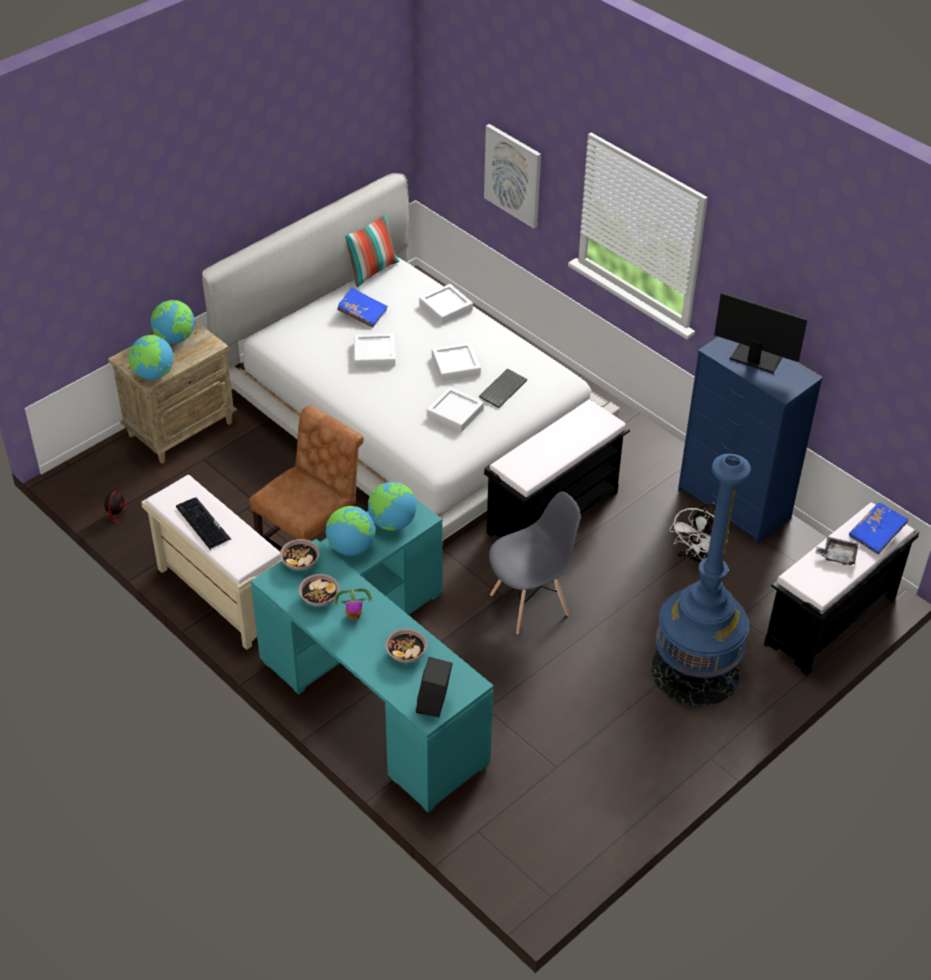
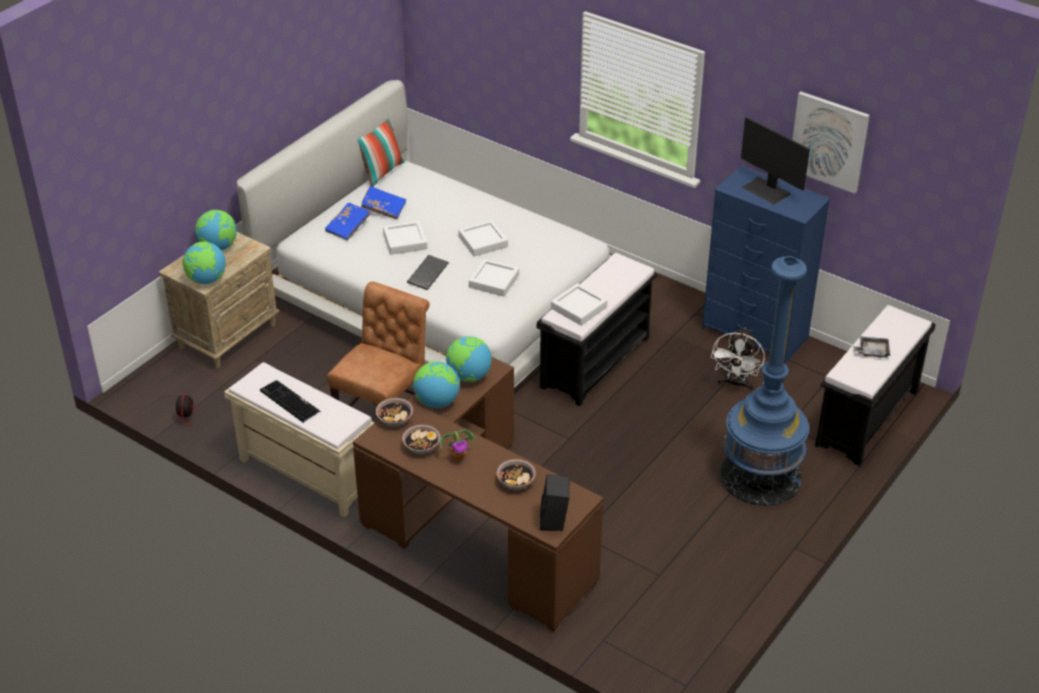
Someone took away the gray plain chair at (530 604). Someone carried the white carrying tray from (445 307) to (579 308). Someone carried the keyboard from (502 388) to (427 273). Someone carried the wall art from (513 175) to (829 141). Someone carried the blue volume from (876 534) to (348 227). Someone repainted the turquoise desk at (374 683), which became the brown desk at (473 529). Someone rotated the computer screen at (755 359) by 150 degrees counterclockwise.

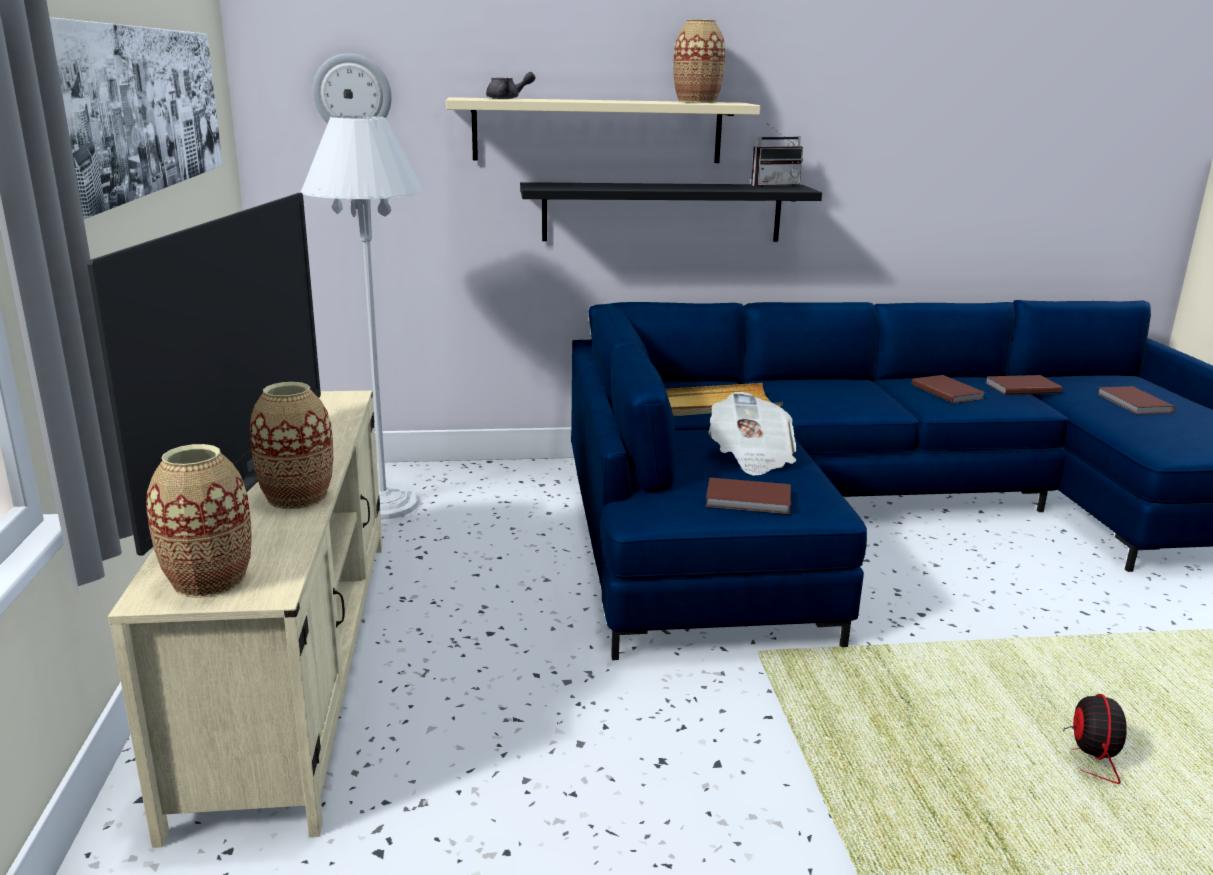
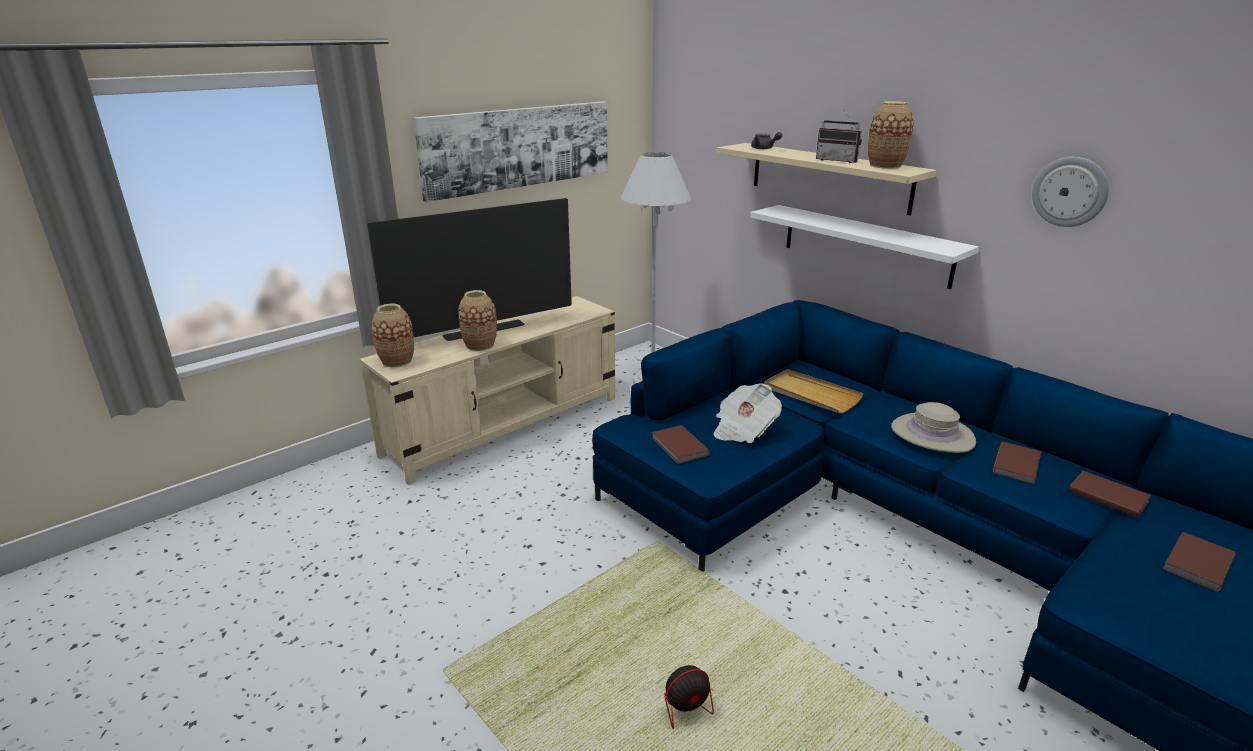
Someone put down the beige wearable hat at (932 434). Someone carried the clock on the wall from (352 94) to (1070 192). Someone carried the radio from (772 185) to (838 160). Someone repainted the blackish wall shelf at (662 212), which became the white wall shelf at (865 245).

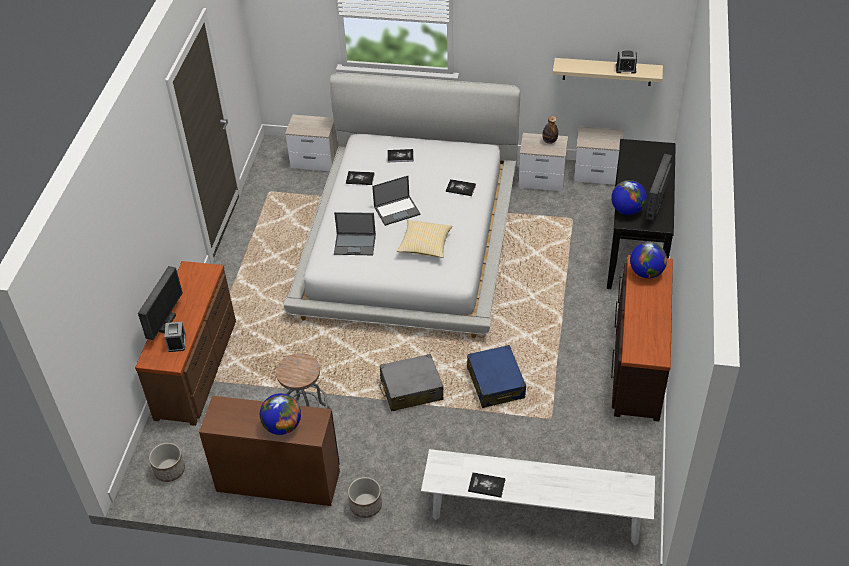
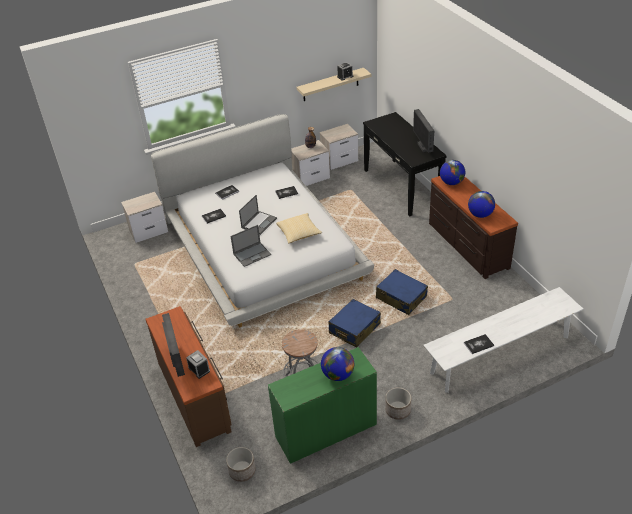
Someone carried the globe from (627 210) to (480 214). Someone repainted the brown desk at (278 479), which became the green-coloured desk at (325 430). Someone repainted the gray suitcase at (411 389), which became the blue suitcase at (354 329).

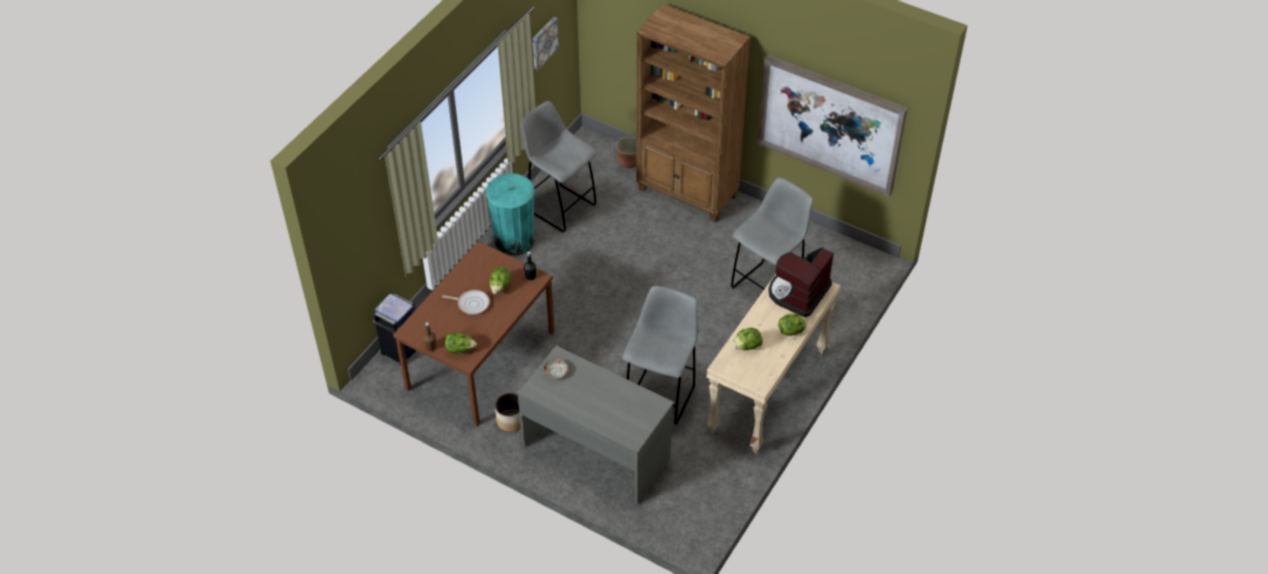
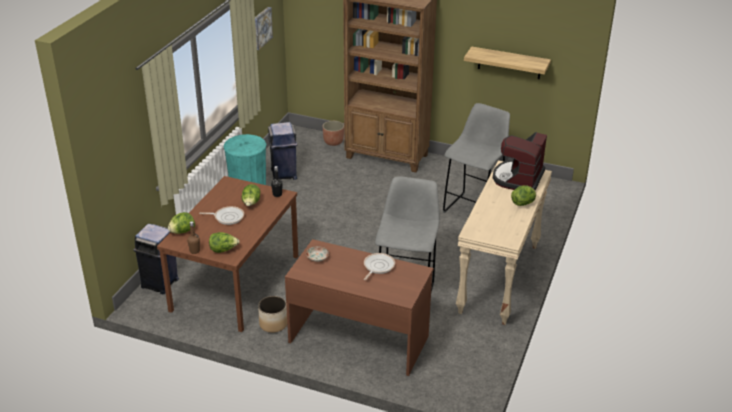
Someone put down the skillet at (378 266). Someone carried the lettuce from (747 346) to (182 232). Someone swapped the gray stool seat at (560 208) for the blue rubbish bin at (284 174). Someone swapped the wall art at (831 124) for the wall shelf at (509 63). Someone repainted the gray desk at (597 450), which became the brown desk at (359 338).

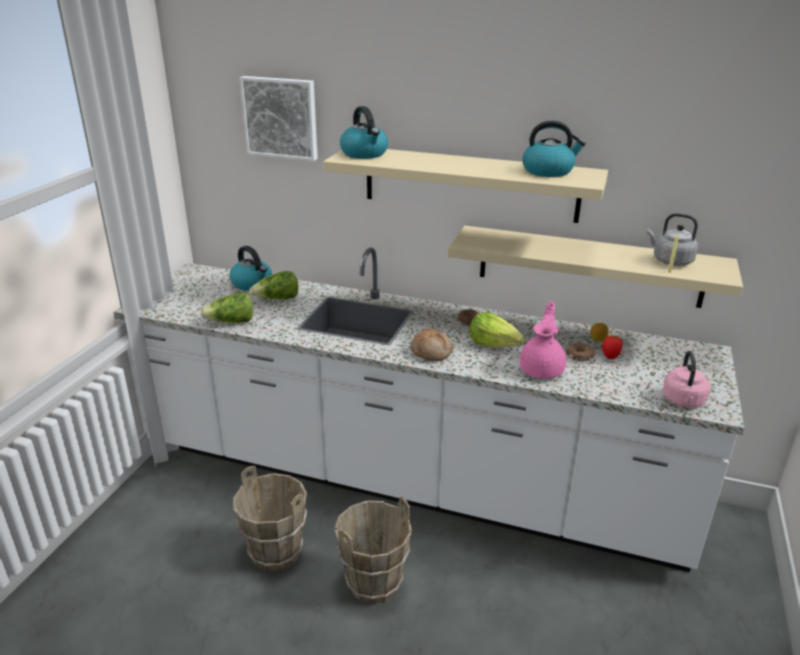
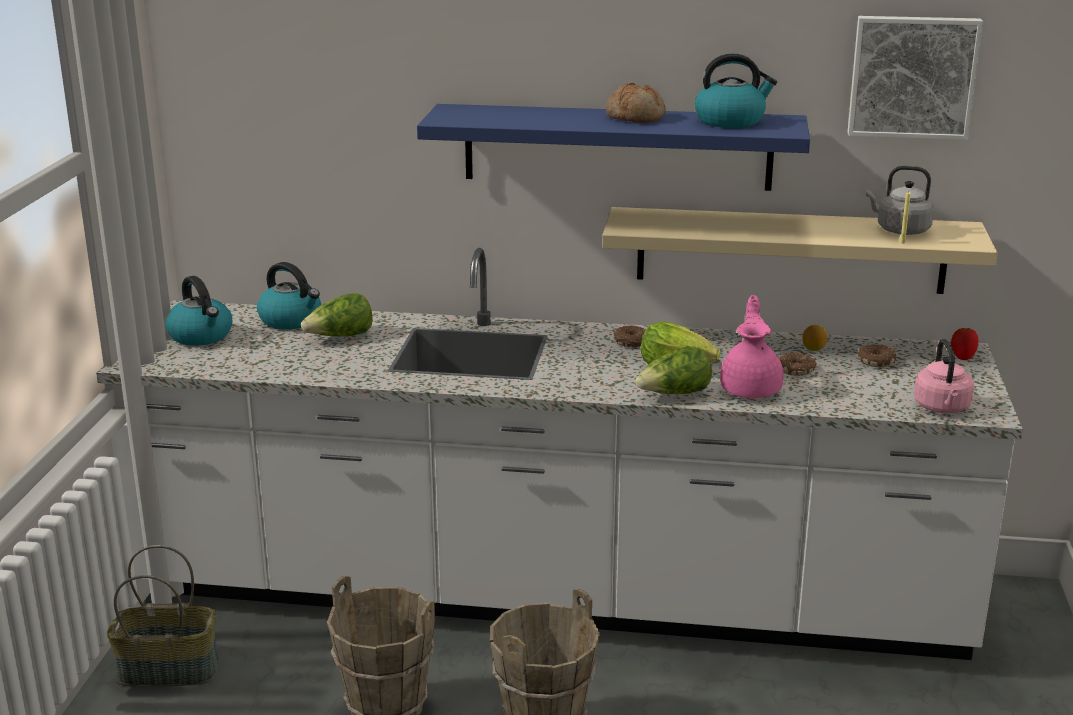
Someone put down the basket at (169 669). Someone put down the donut at (875 361). Someone carried the lettuce from (231 322) to (674 394). Someone carried the wall art from (281 117) to (912 76). Someone carried the tea kettle from (365 154) to (201 336). Someone carried the bread from (431 352) to (636 117). Someone carried the fresh tomato from (610 356) to (962 357). Someone repainted the beige wall shelf at (470 183), which became the blue wall shelf at (617 147).

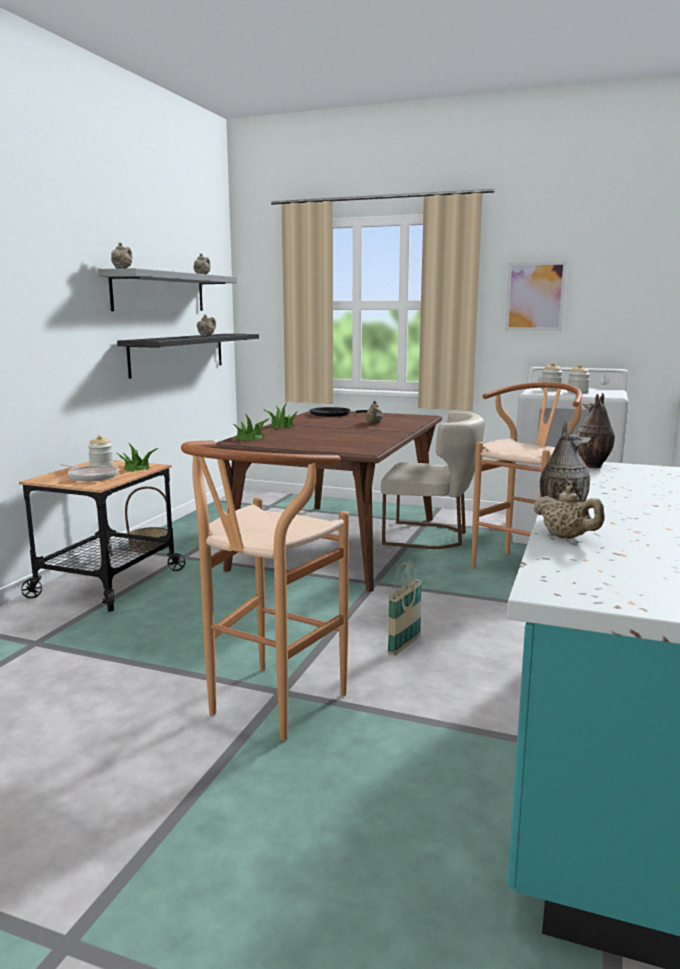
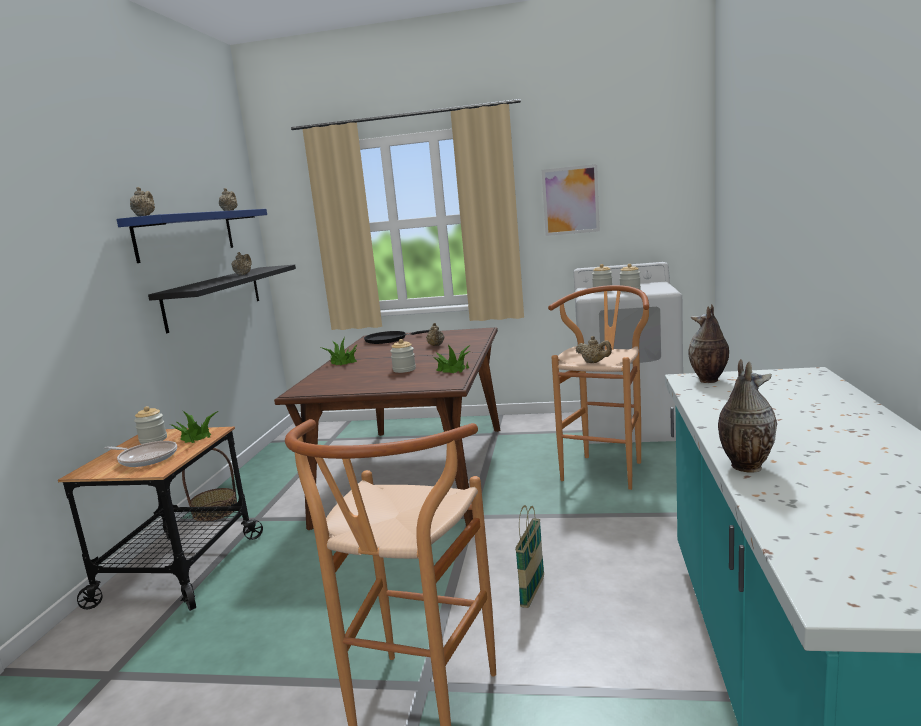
Someone took away the beige plain chair at (430 536). Someone put down the storage jar at (404 370). Someone carried the plant in a pot from (250 438) to (453 369). Someone carried the beige tea pot from (566 537) to (594 362). Someone repainted the gray wall shelf at (159 292), which became the blue wall shelf at (186 234).

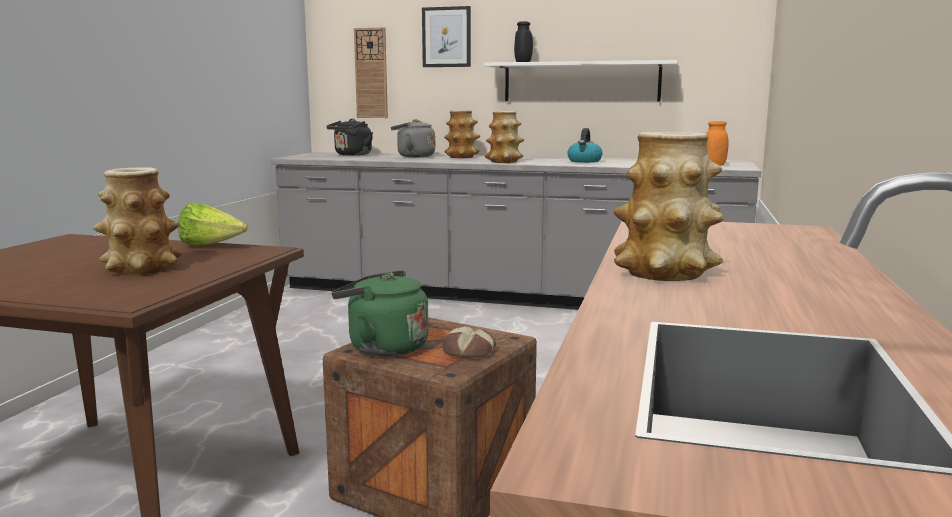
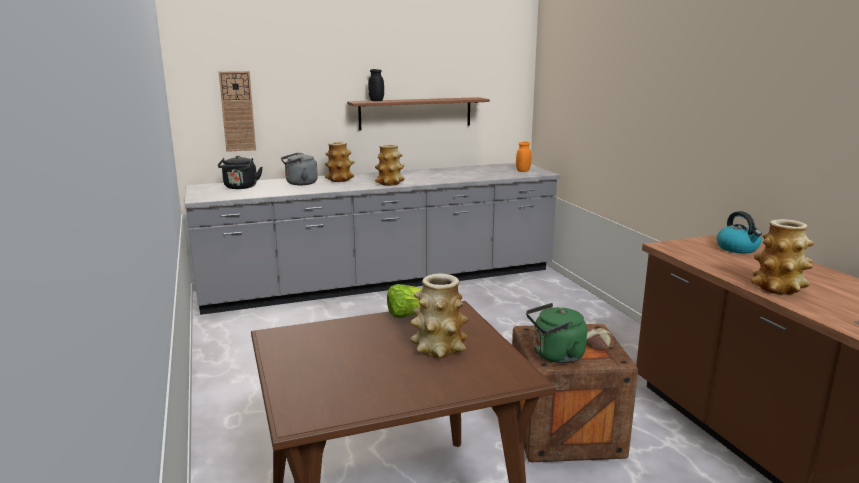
Someone took away the wall art at (446 37). Someone carried the tea kettle from (584 161) to (738 249). Someone repainted the white wall shelf at (581 82), which became the brown wall shelf at (415 113).

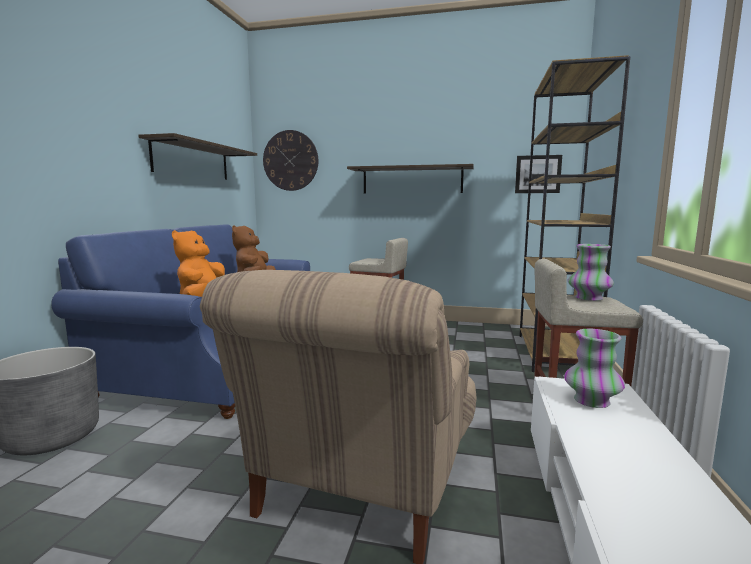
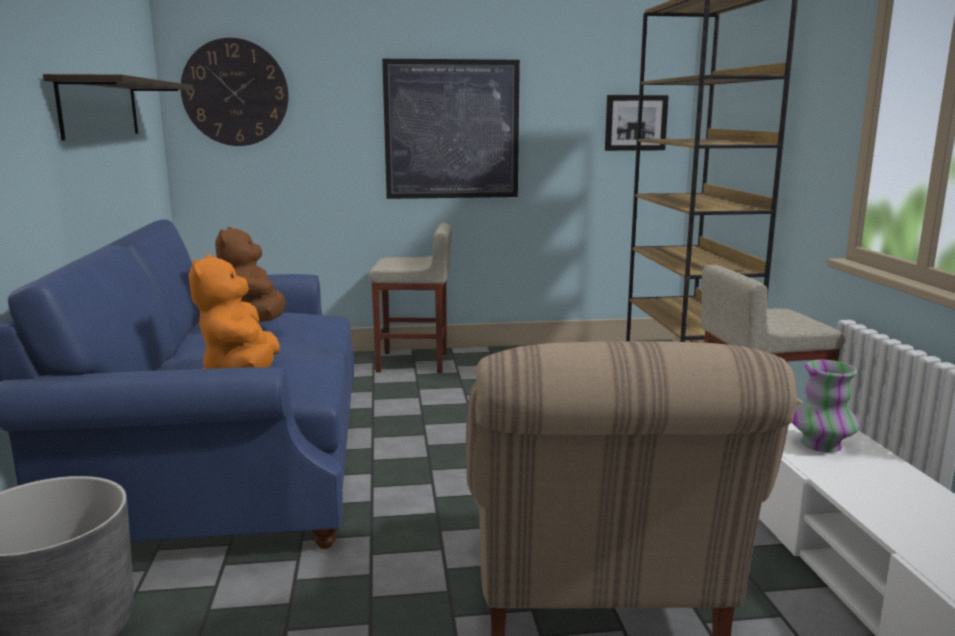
Someone took away the decorative vase at (588 298). Someone swapped the wall shelf at (412 180) for the wall art at (452 130).

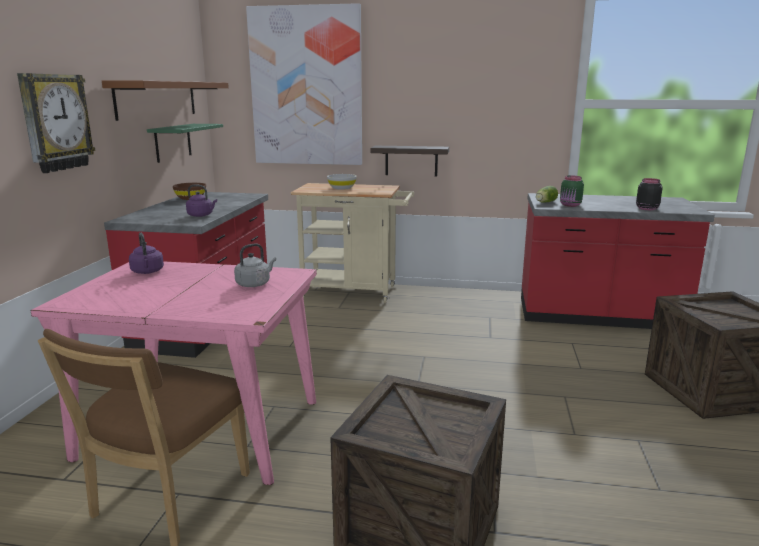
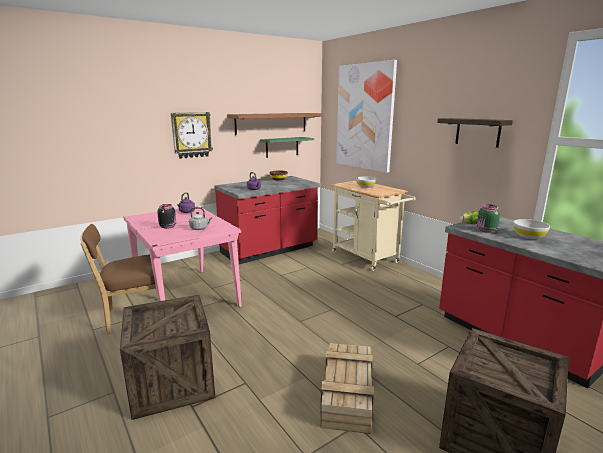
Someone put down the shipping crate at (347 395). Someone put down the white serving bowl at (529 236). Someone carried the wall shelf from (411 160) to (477 132). Someone carried the blackish storage jar from (646 208) to (168 226).

